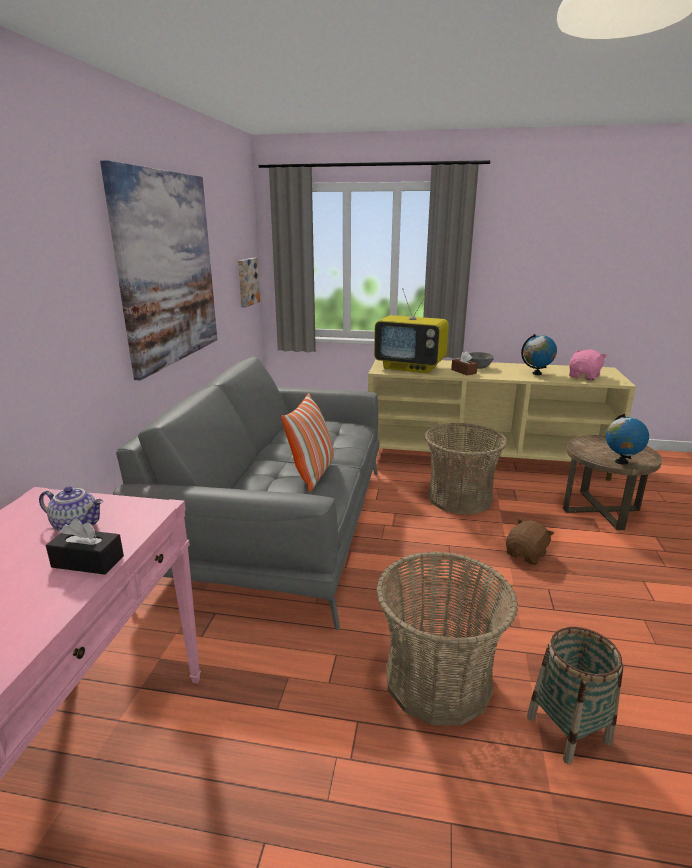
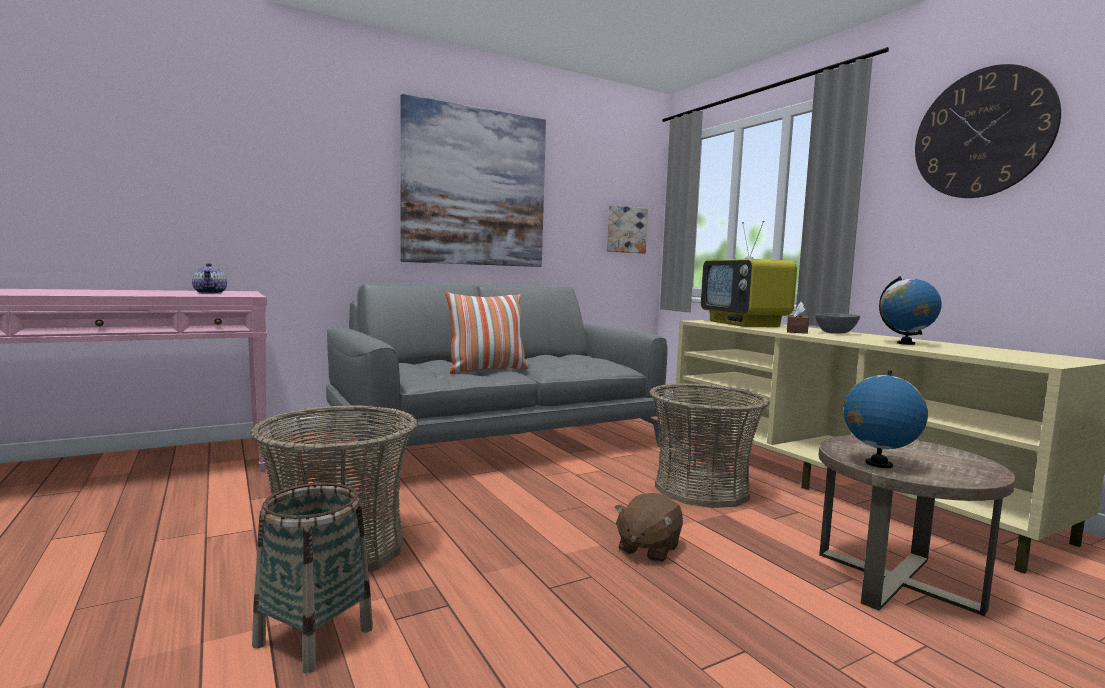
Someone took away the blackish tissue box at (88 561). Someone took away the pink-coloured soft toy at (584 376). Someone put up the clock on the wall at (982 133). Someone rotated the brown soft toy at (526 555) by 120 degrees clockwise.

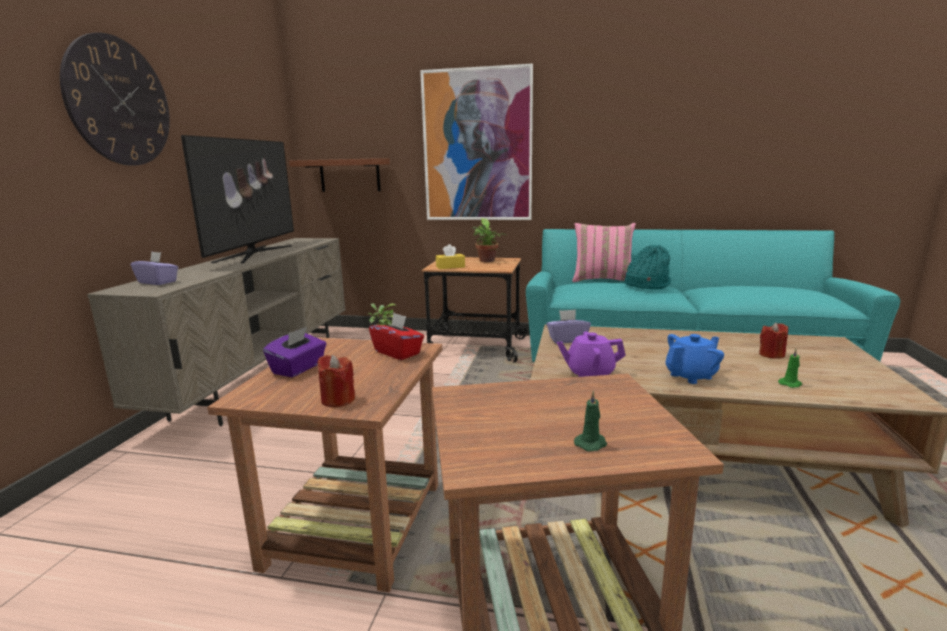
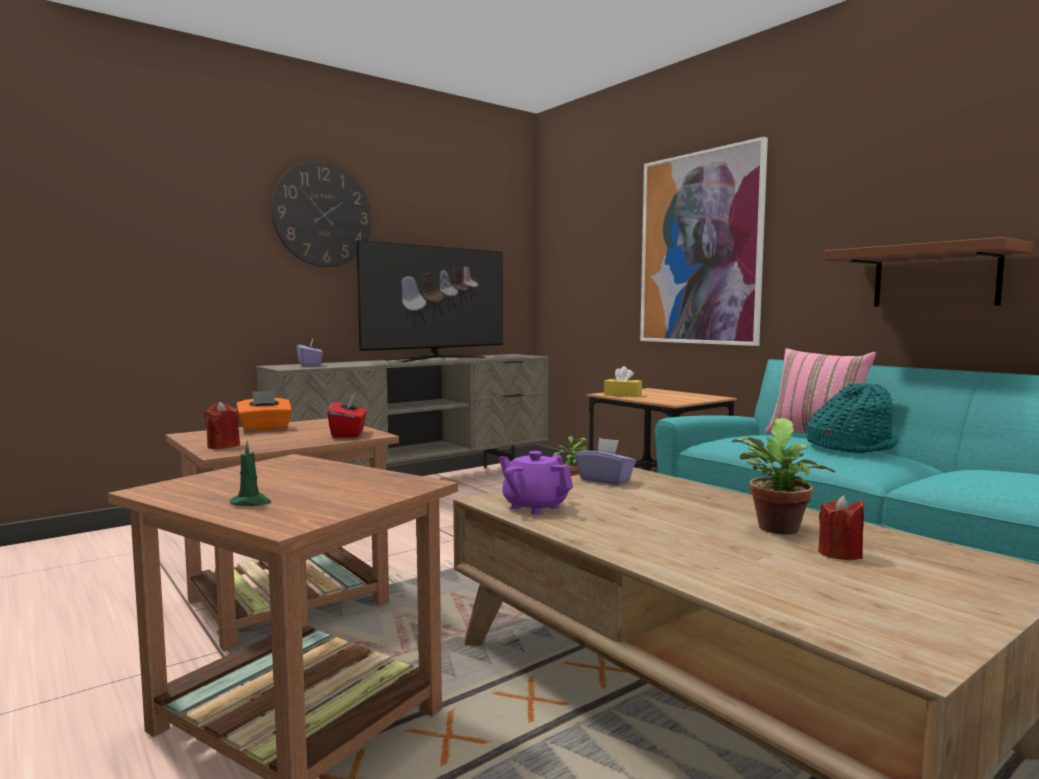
Someone took away the blue tea pot at (691 376). Someone took away the green-coloured wax light at (790 384). Someone carried the brown wall shelf from (350 175) to (935 277). Someone carried the plant in a pot from (487 261) to (777 530). Someone repainted the purple tissue box at (298 368), which became the orangey tissue box at (265 429).

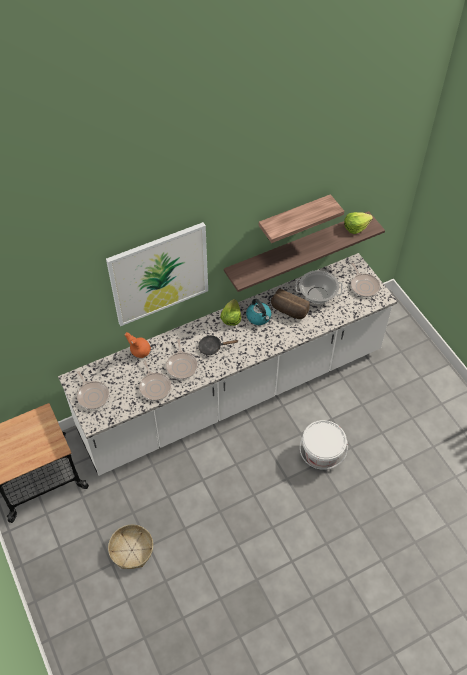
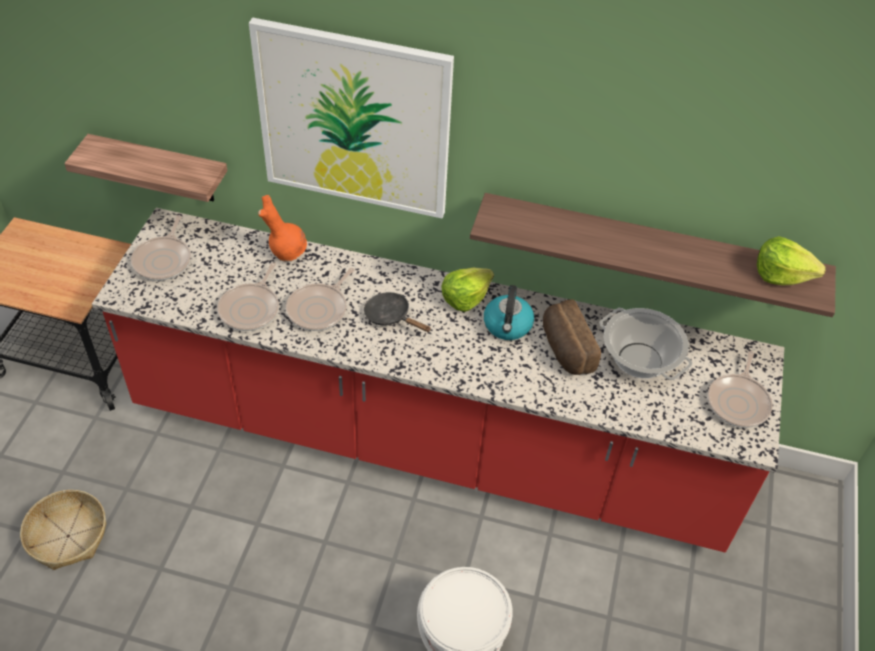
Someone carried the wall shelf from (294 218) to (161 169). Someone repainted the white kitchen counter at (233 392), which became the red-coloured kitchen counter at (430 441).

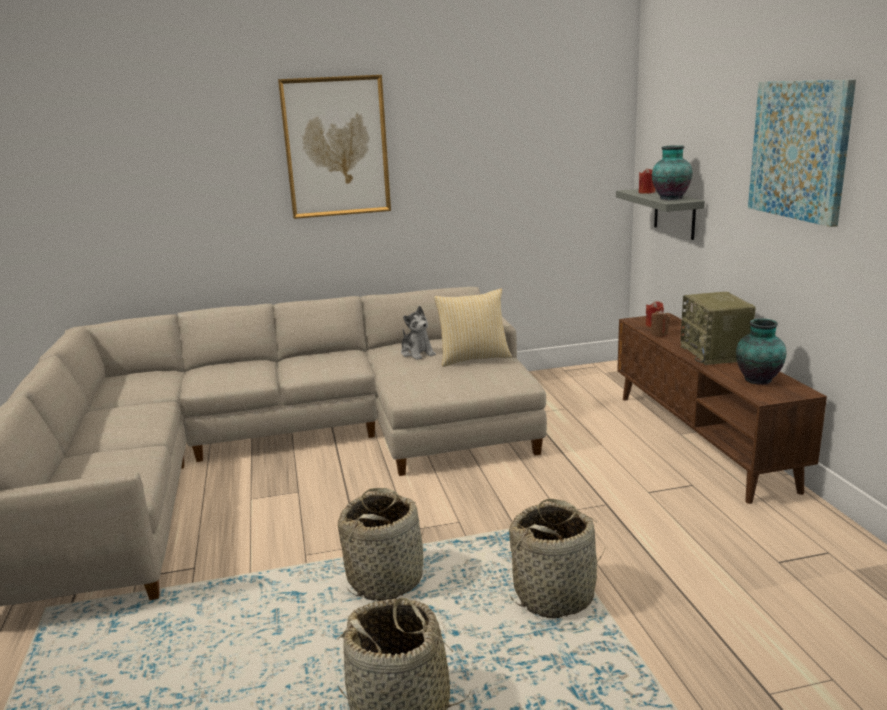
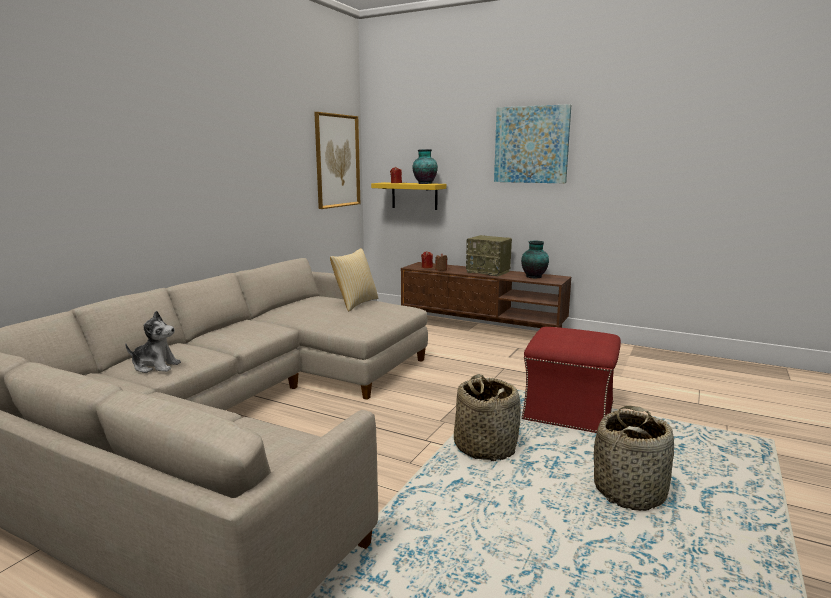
Someone carried the wall art from (336 147) to (337 161). Someone carried the soft toy from (417 353) to (155 366). Someone swapped the basket at (555 595) for the red-coloured footrest at (569 411). Someone repainted the gray wall shelf at (674 213), which became the yellowish wall shelf at (414 196).

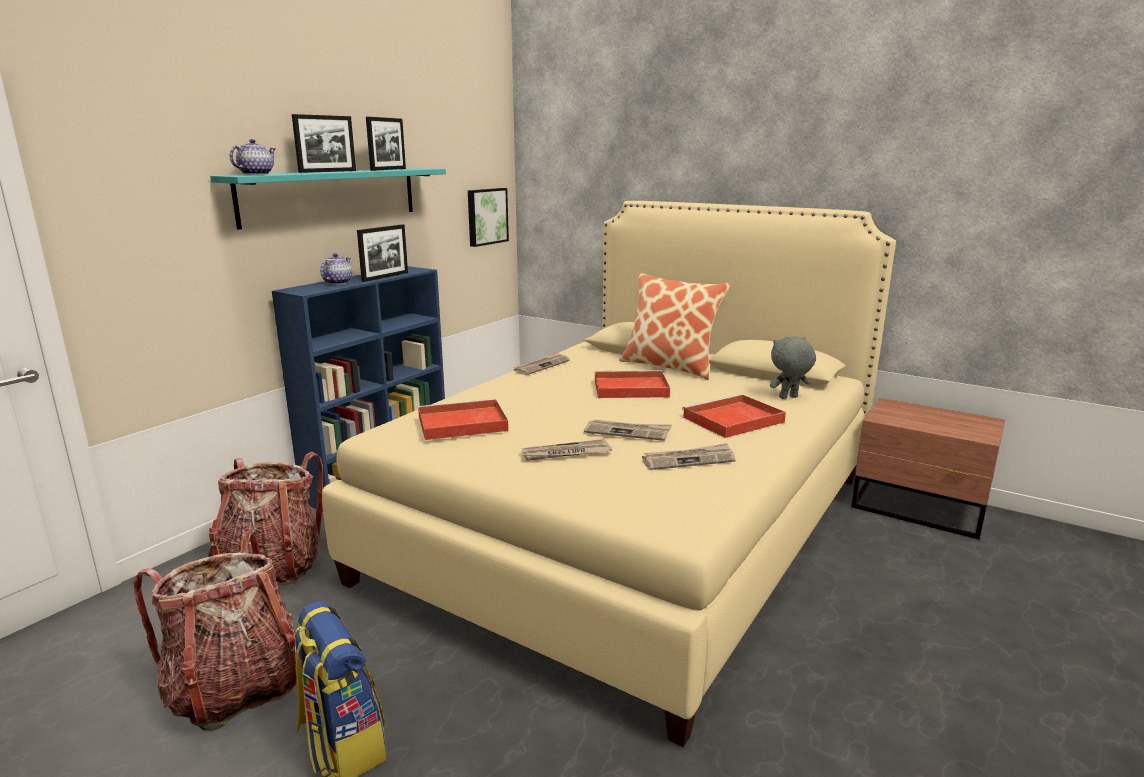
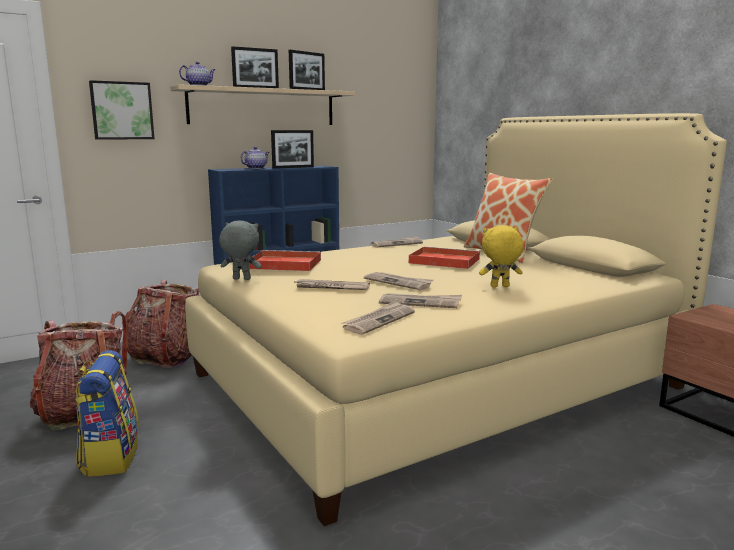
Someone put down the newspaper at (379 320). Someone carried the wall art from (486 216) to (122 110). Someone carried the gray soft toy from (788 398) to (241 279). Someone swapped the red-coloured carrying tray at (732 420) for the yellowish soft toy at (499 287). Someone repainted the turquoise wall shelf at (332 195), which became the beige wall shelf at (263 107).

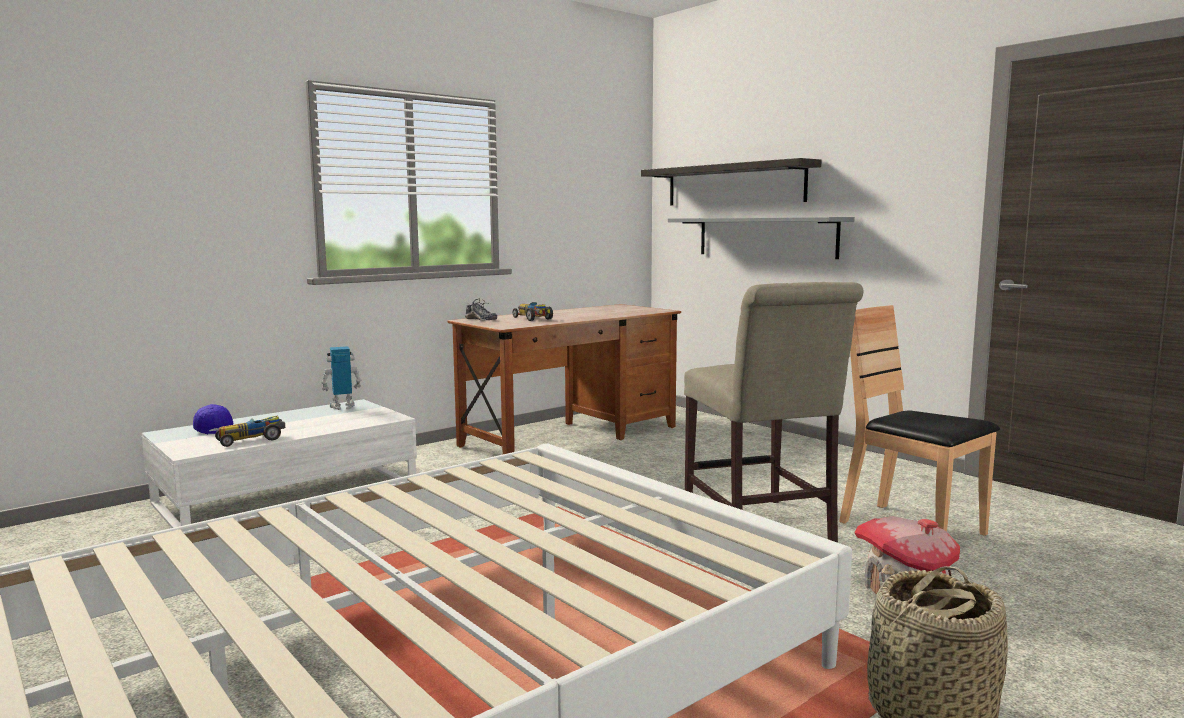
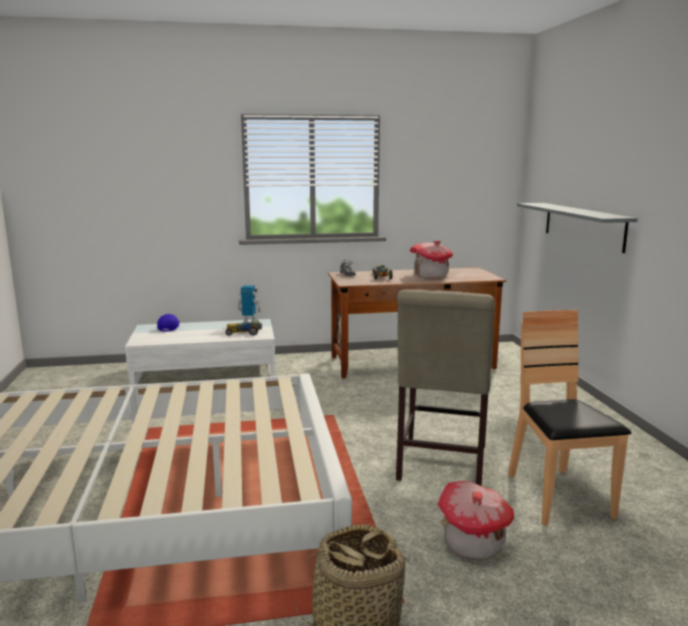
Someone took away the wall shelf at (733 184). Someone put down the model house at (430 275). Someone carried the miniature car from (252 439) to (244 333).

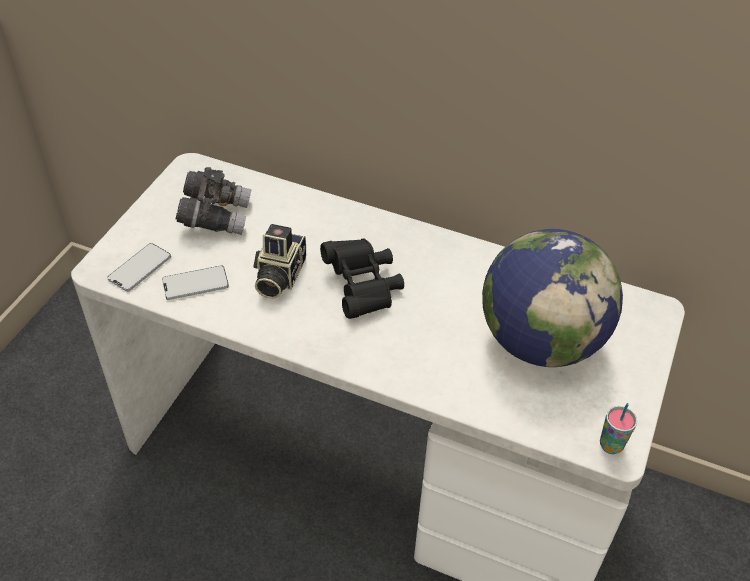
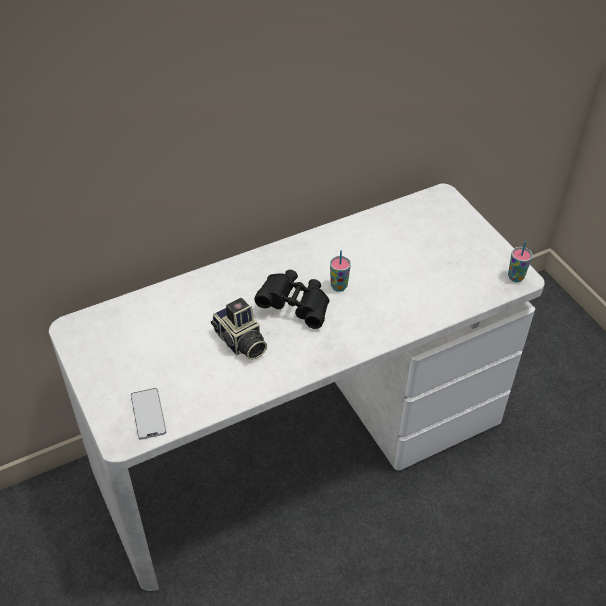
Someone took away the handset at (195 284). Someone took away the gray field glasses at (215 216). Someone took away the globe at (540 341). Someone put down the cup at (339 286).

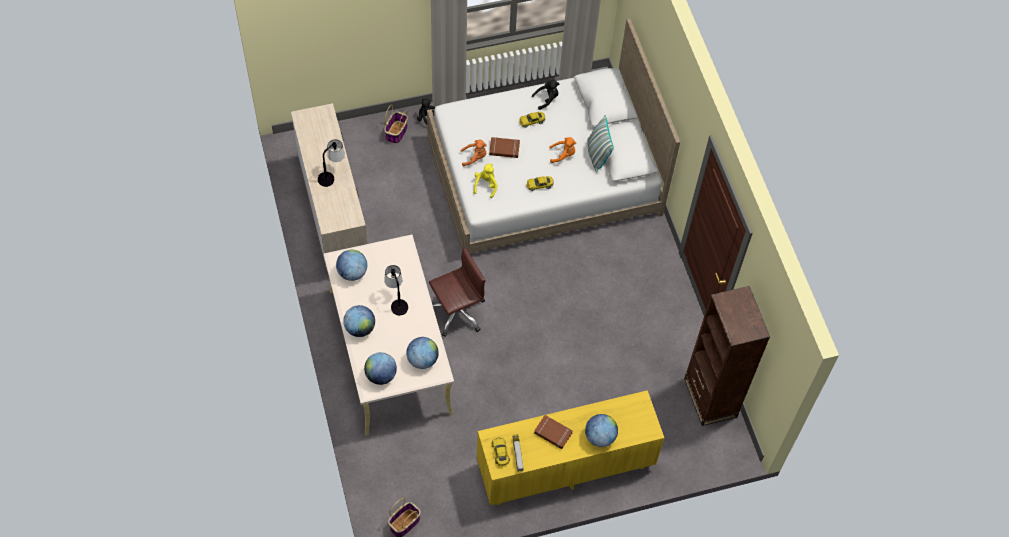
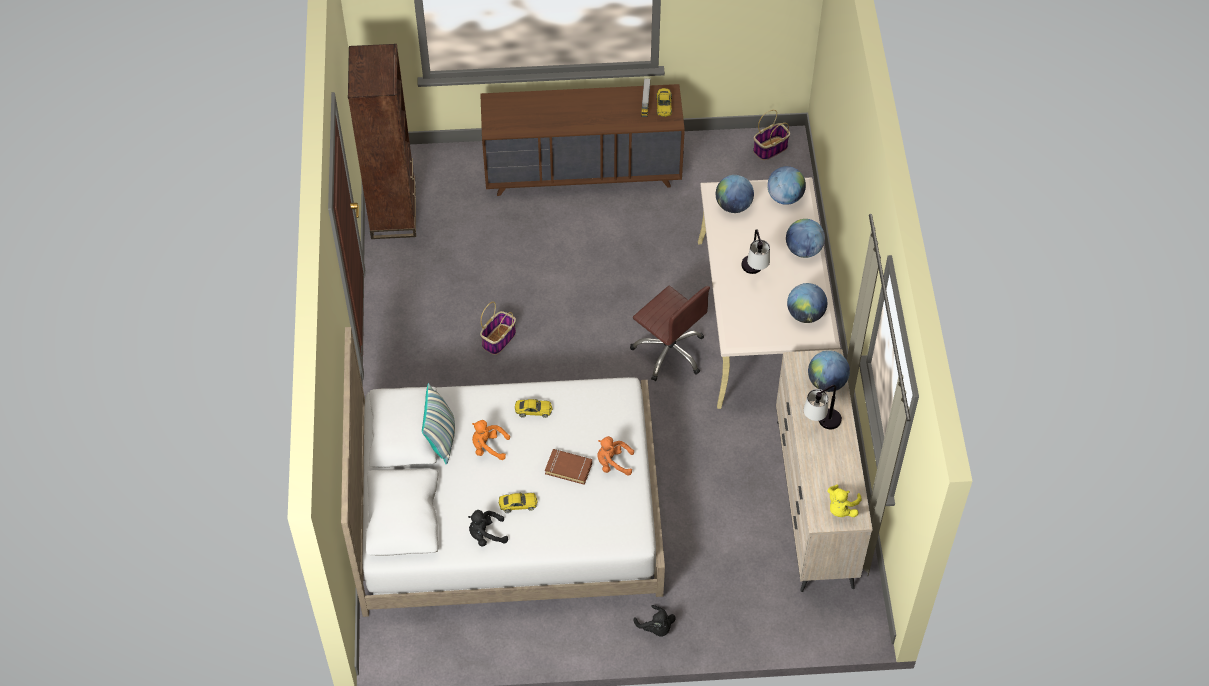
Someone took away the brown volume at (553 433). Someone carried the basket from (396 133) to (499 339). Someone carried the yellowish soft toy from (486 185) to (841 508). Someone carried the globe from (600 437) to (826 382). Someone repainted the yellowish chest of drawers at (564 467), which became the brown chest of drawers at (583 172). Someone rotated the brown desk chair at (457 312) by 120 degrees counterclockwise.

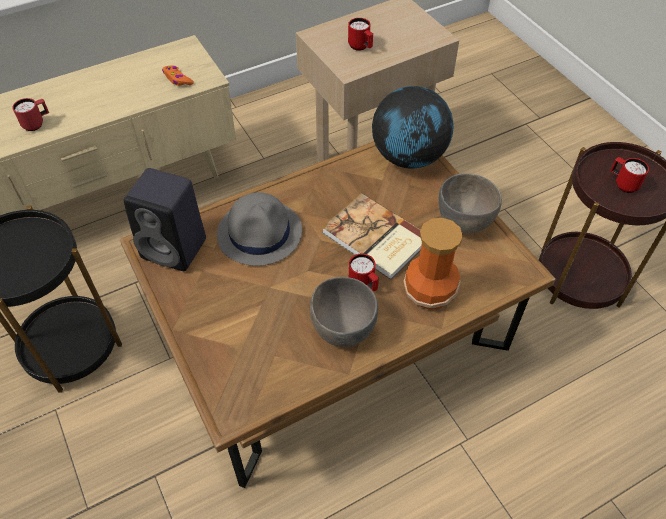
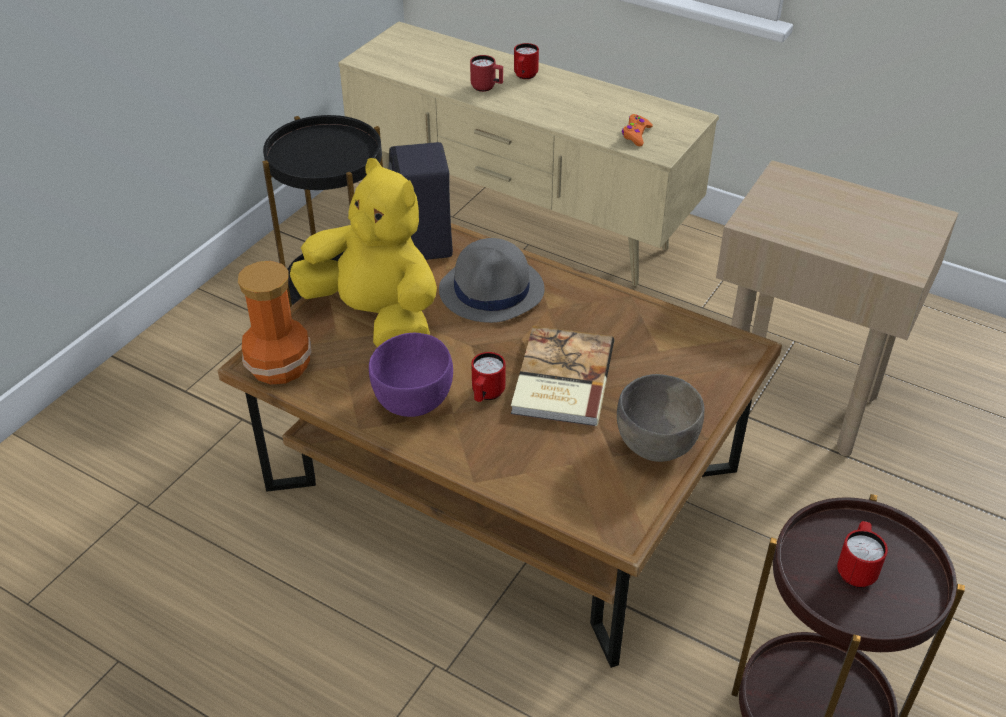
Someone took away the globe at (409 157). Someone put down the yellowish soft toy at (376 317). Someone carried the red-coloured mug from (361 47) to (524 76). Someone carried the decorative vase from (431 290) to (280 366). Someone repainted the gray serving bowl at (343 328), which became the purple serving bowl at (414 402).

